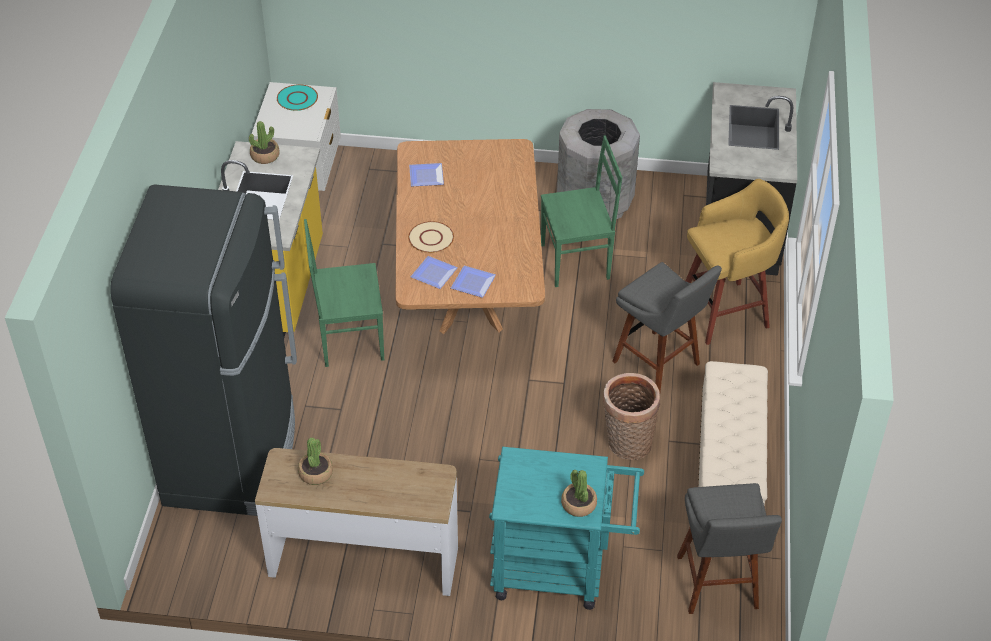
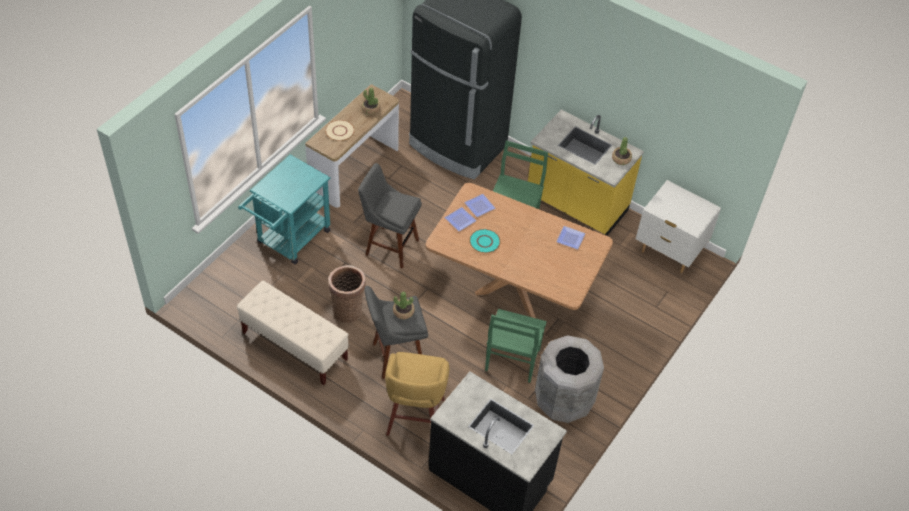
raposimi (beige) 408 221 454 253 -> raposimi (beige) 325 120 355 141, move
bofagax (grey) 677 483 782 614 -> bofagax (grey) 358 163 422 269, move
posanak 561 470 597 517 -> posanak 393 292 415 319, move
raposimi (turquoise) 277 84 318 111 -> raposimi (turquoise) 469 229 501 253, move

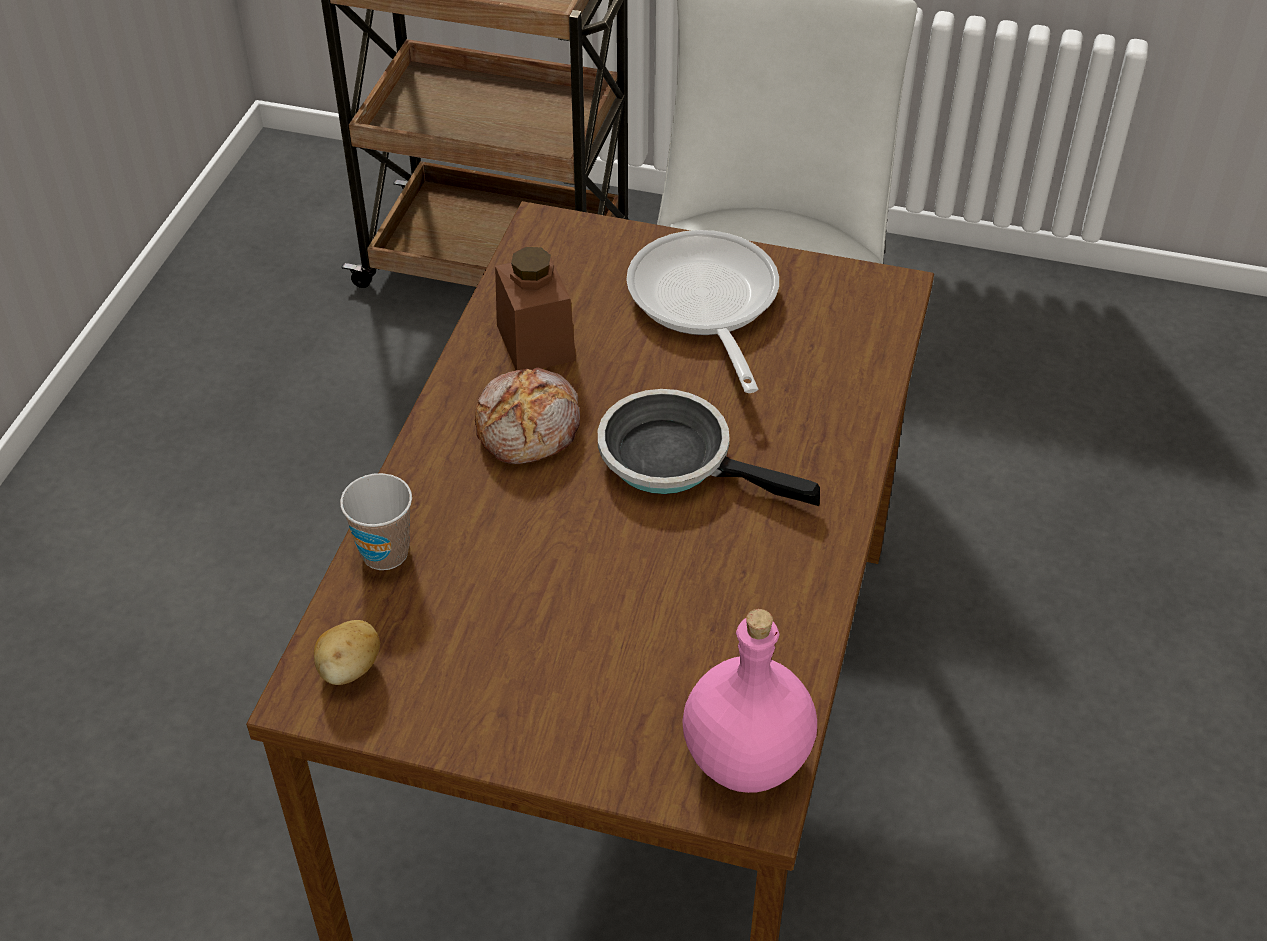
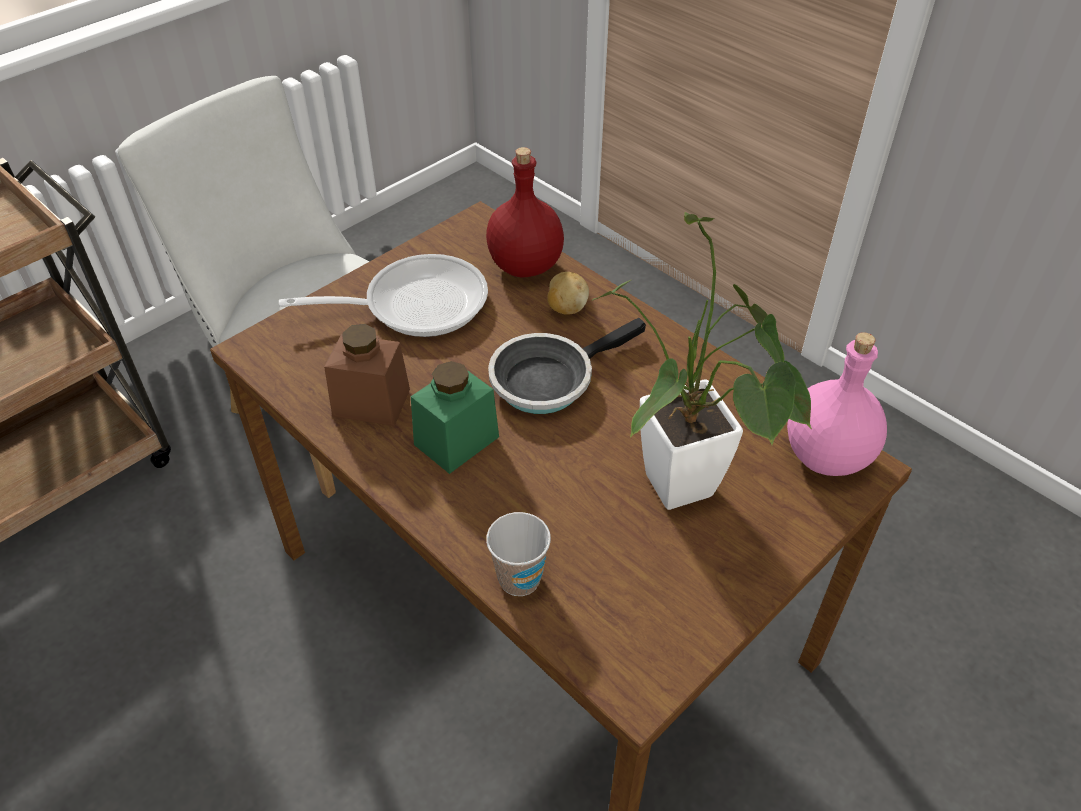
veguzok 626 230 779 393 -> veguzok 279 254 488 337, 150 degrees clockwise
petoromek 475 367 580 464 -> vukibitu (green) 411 361 499 474
none -> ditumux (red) 486 147 564 277
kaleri 314 620 380 685 -> kaleri 547 272 589 315, move
none -> posanak 592 212 812 510

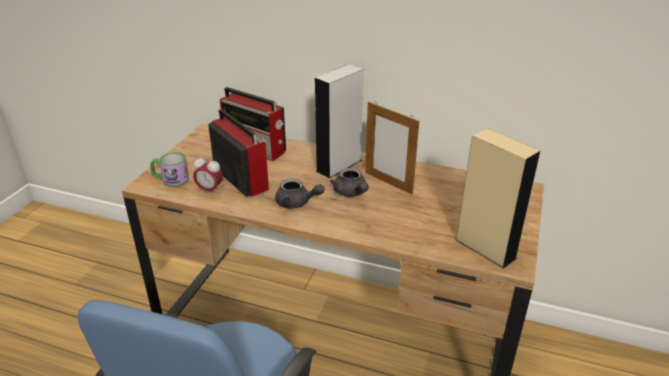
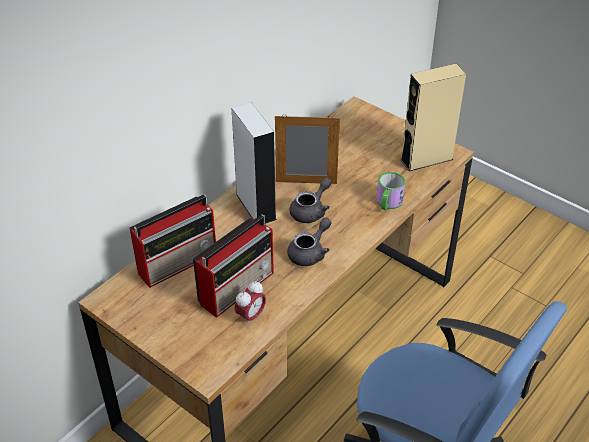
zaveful 208 109 269 197 -> zaveful 193 214 274 318, 150 degrees clockwise
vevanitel 365 102 419 195 -> vevanitel 275 114 340 184, 150 degrees counterclockwise
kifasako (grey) 330 168 369 197 -> kifasako (grey) 290 177 332 223, 45 degrees counterclockwise
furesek 150 152 189 187 -> furesek 376 172 406 210, move

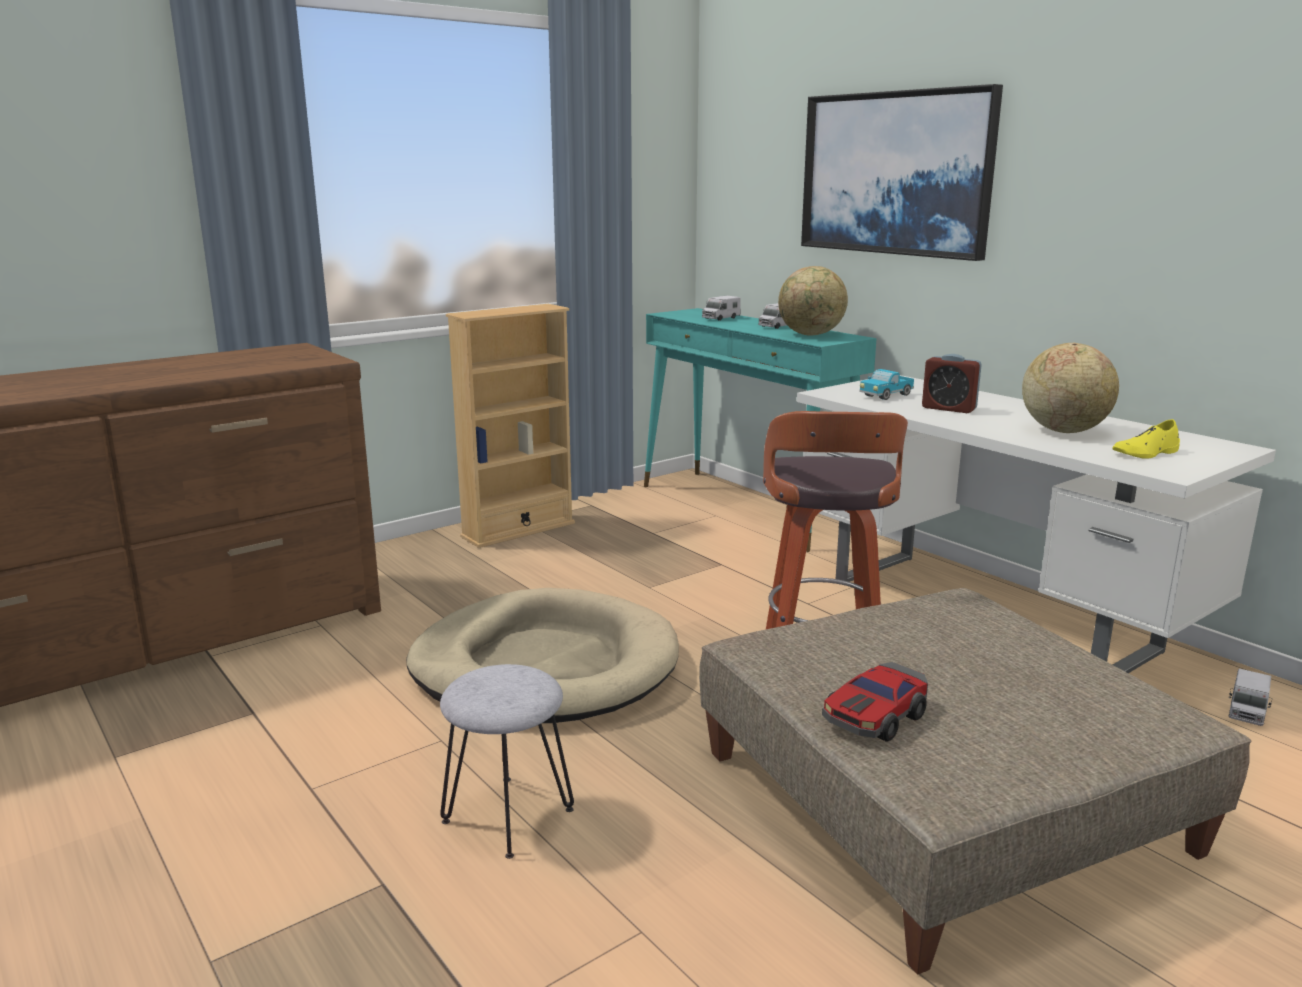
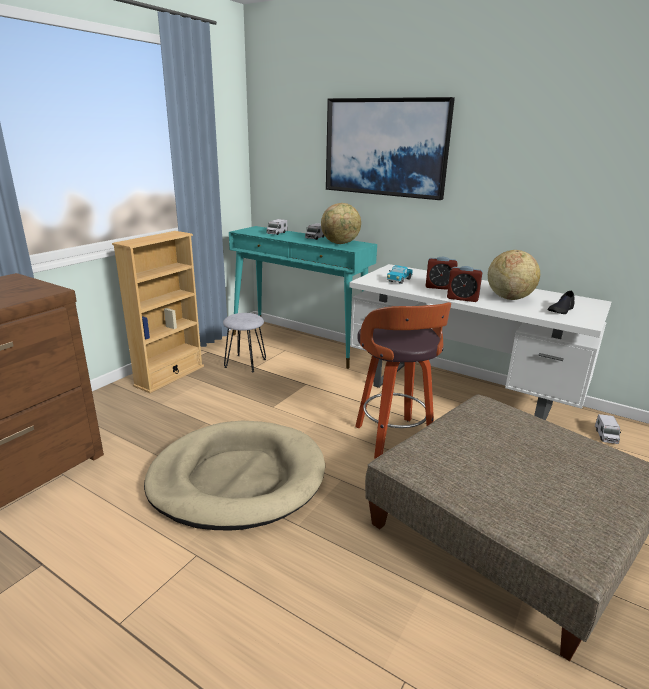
bofagax (grey) 440 664 574 859 -> bofagax (grey) 223 313 266 372, move
none -> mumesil 447 266 483 302
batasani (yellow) 1112 419 1180 459 -> batasani (black) 548 291 575 314
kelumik 822 662 928 742 -> none

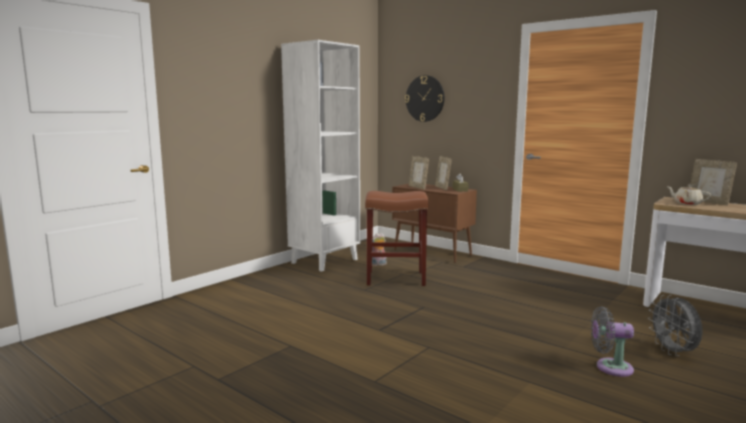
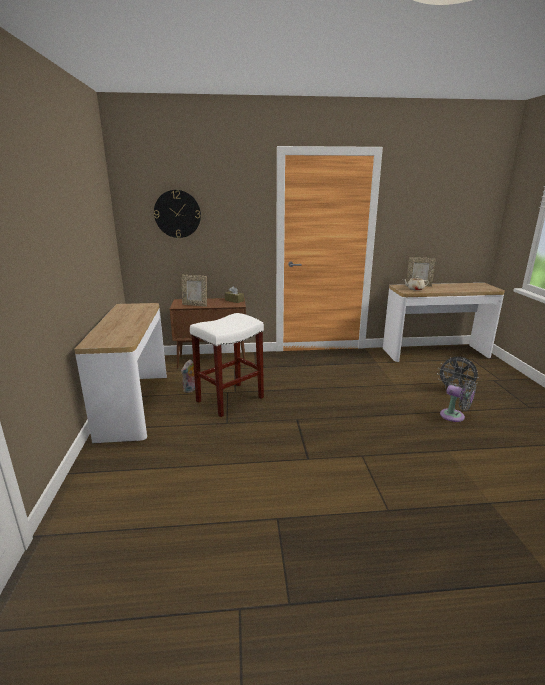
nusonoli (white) 281 40 360 272 -> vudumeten 74 303 167 443
bofagax (brown) 365 191 429 286 -> bofagax (white) 190 313 264 417
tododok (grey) 591 307 634 377 -> tododok (grey) 440 380 476 422, 105 degrees counterclockwise
vevanitel 435 156 452 190 -> none

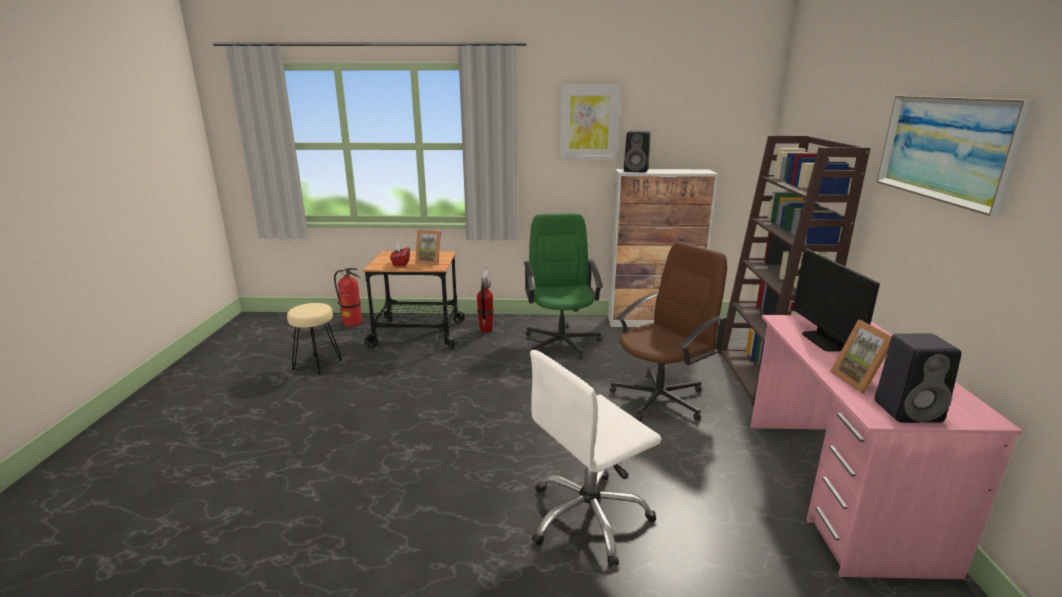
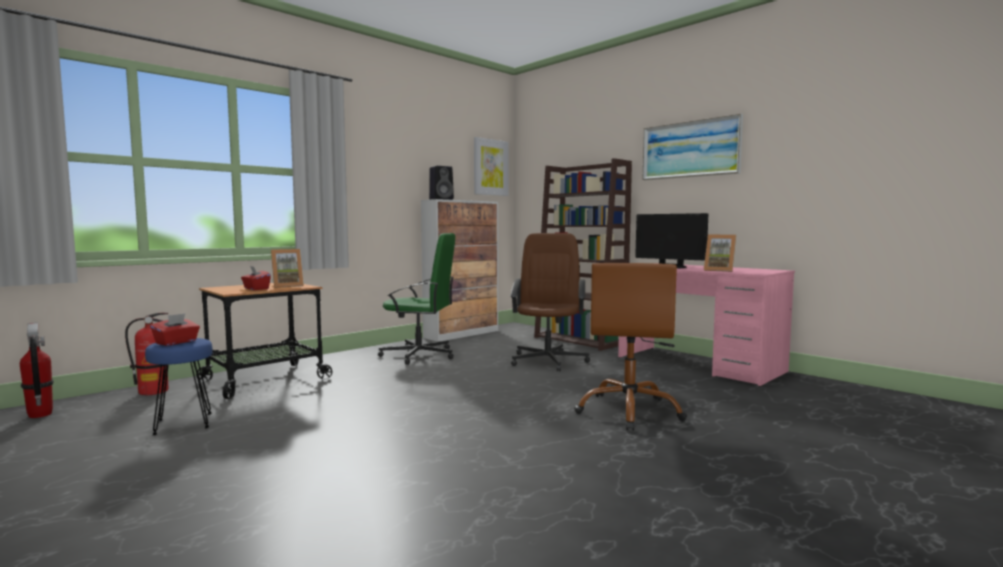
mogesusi 477 268 494 333 -> mogesusi 20 323 54 418, move
bofagax (beige) 287 303 342 375 -> bofagax (blue) 145 338 213 436
none -> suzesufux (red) 150 313 200 346
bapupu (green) 524 213 603 360 -> bapupu (green) 378 233 455 365, 150 degrees clockwise
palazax 560 85 621 159 -> palazax 474 137 509 196, move
bapupu (white) 530 350 661 567 -> bapupu (brown) 574 263 687 431
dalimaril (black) 874 333 961 423 -> none

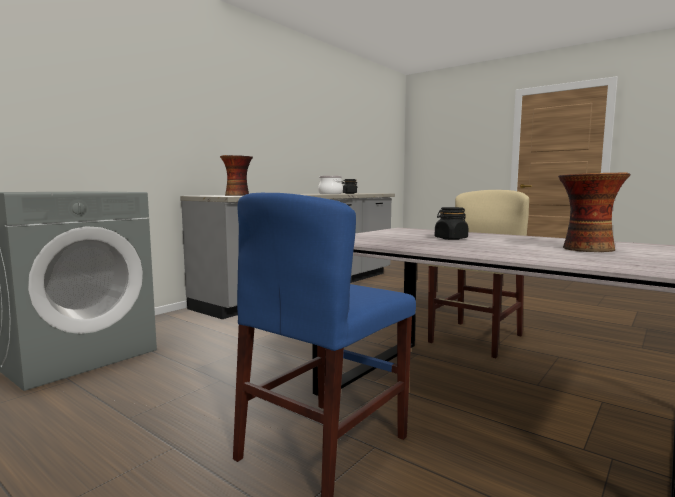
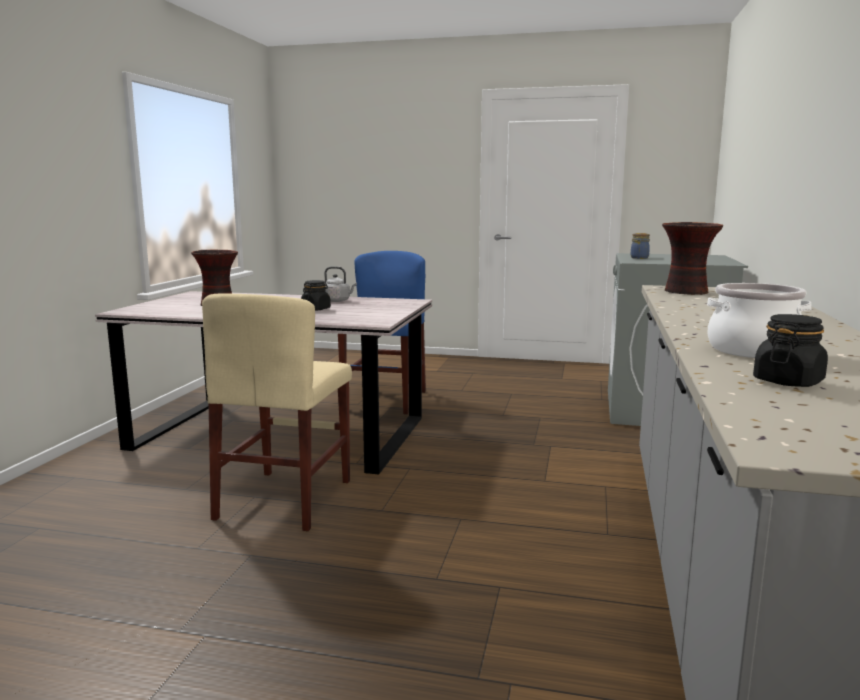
none -> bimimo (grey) 324 266 357 302
none -> vukibitu 631 233 650 259

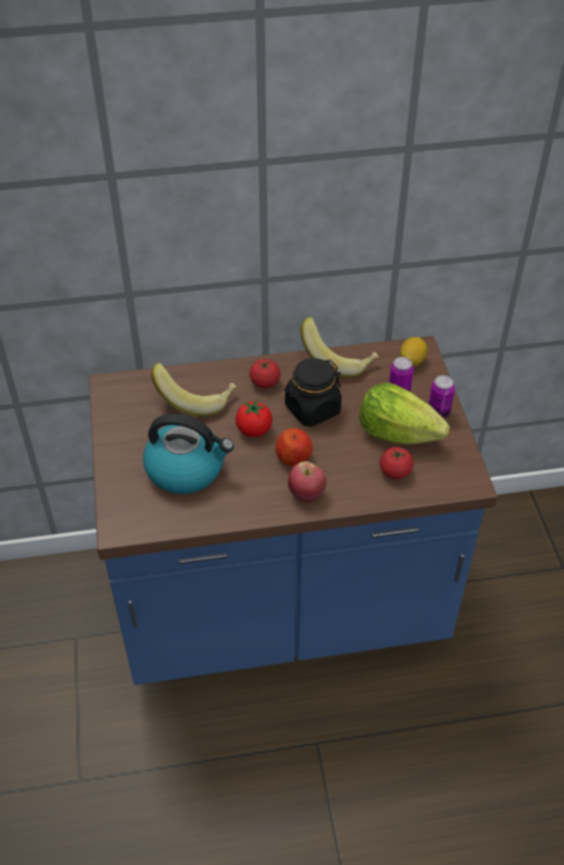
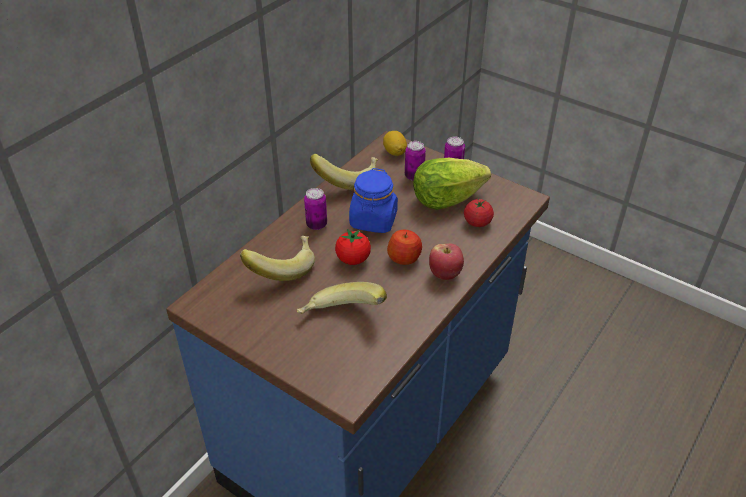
bimimo 143 414 234 494 -> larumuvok 297 282 387 314
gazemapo 249 357 281 388 -> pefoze 304 188 327 230
vukibitu (black) 285 358 342 427 -> vukibitu (blue) 349 168 398 233

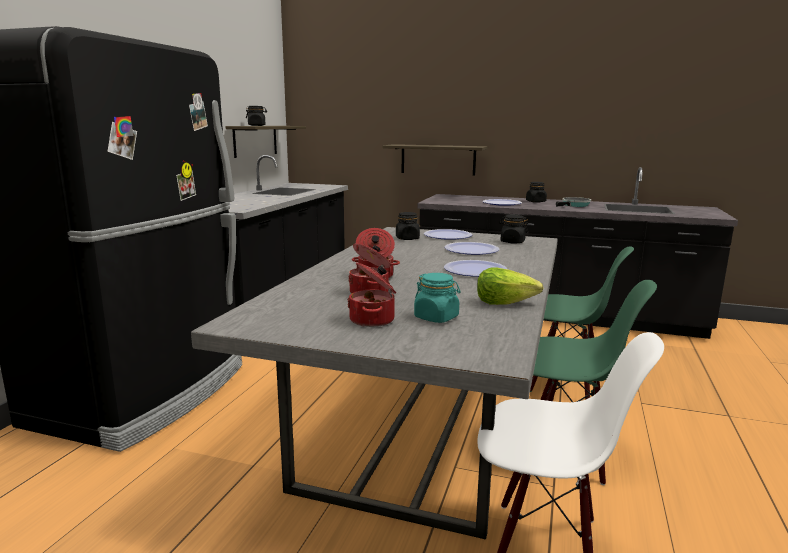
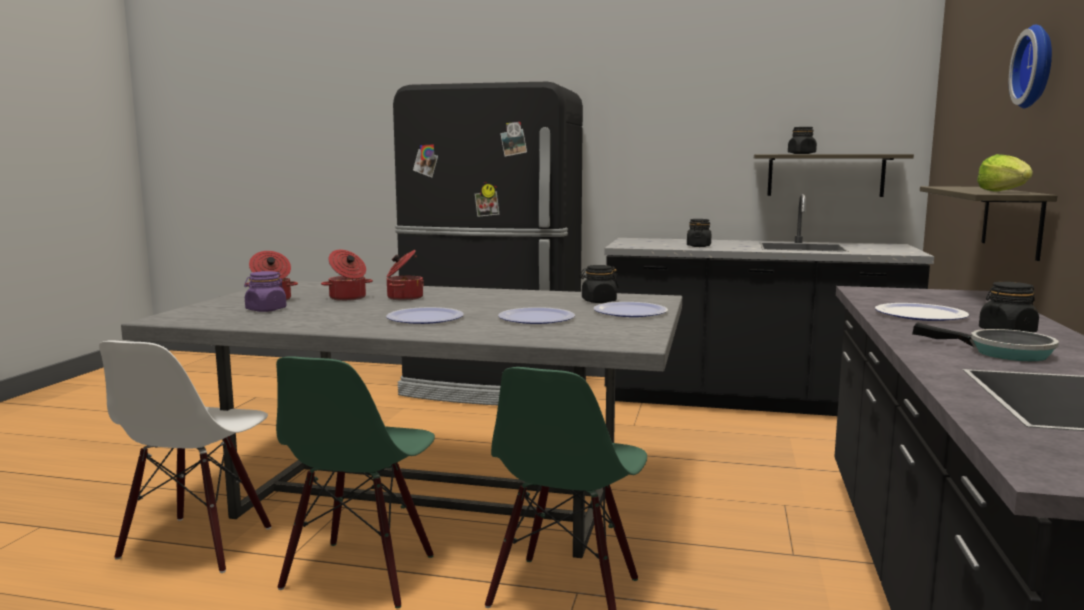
vukibitu (turquoise) 414 273 461 323 -> vukibitu (purple) 244 271 287 312
vukibitu (black) 499 215 528 244 -> vukibitu (black) 687 219 711 247, move
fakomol 477 268 543 305 -> fakomol 977 154 1033 192, move
none -> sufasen 1009 24 1052 108

